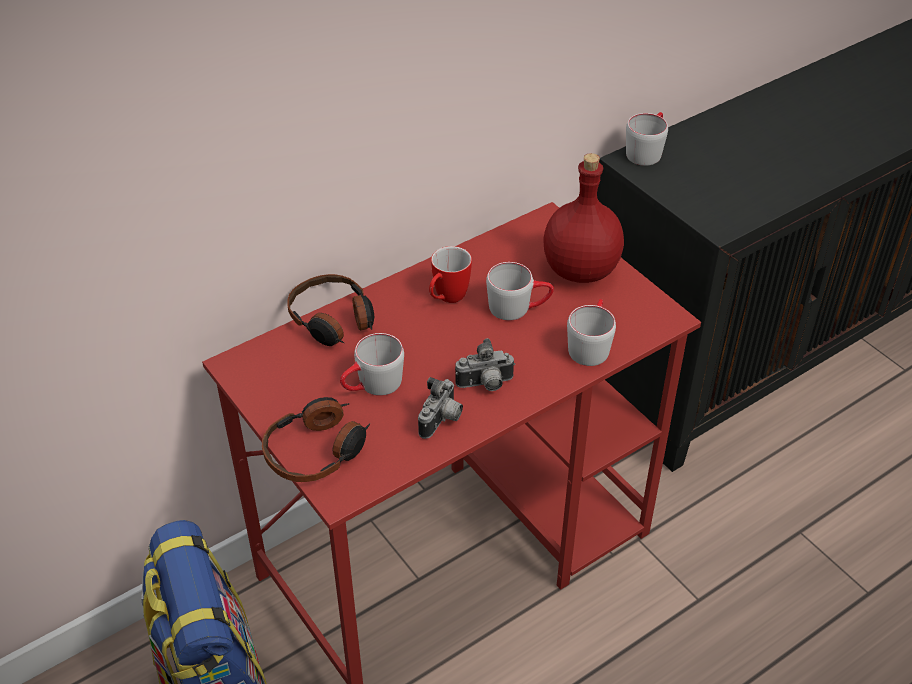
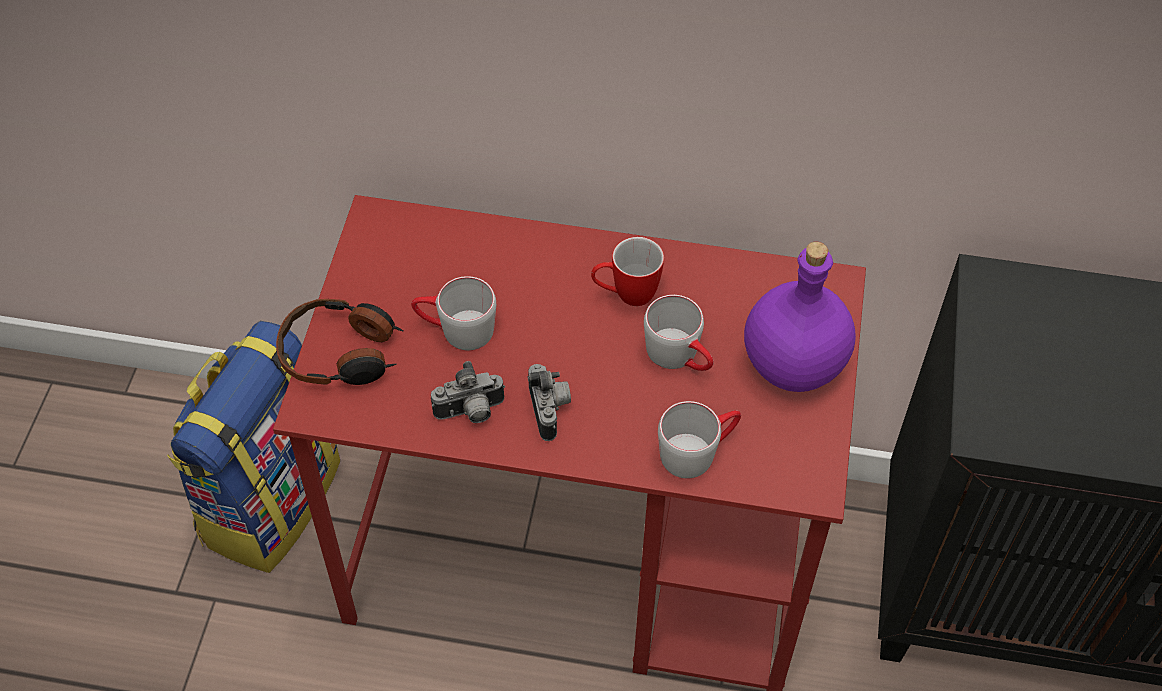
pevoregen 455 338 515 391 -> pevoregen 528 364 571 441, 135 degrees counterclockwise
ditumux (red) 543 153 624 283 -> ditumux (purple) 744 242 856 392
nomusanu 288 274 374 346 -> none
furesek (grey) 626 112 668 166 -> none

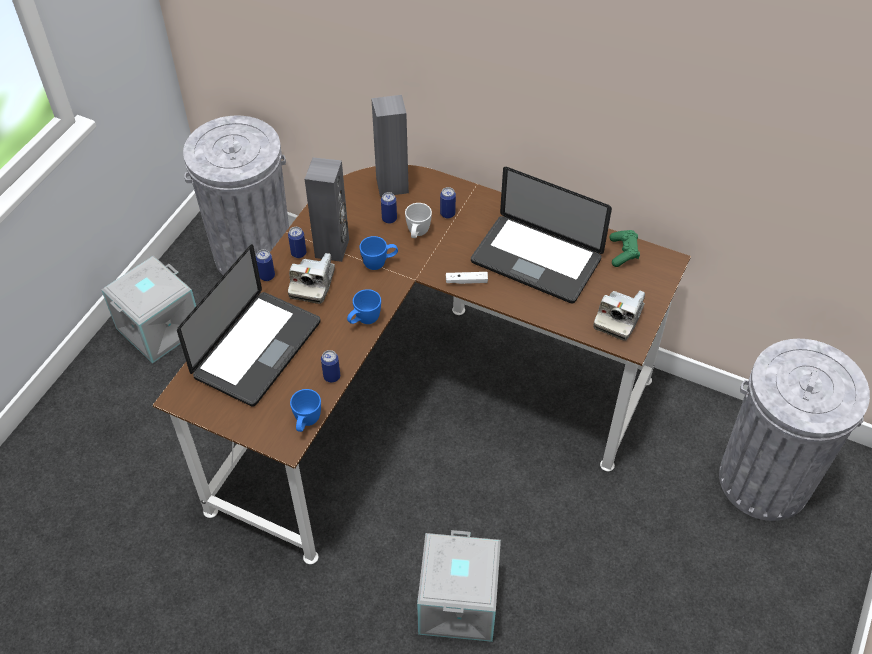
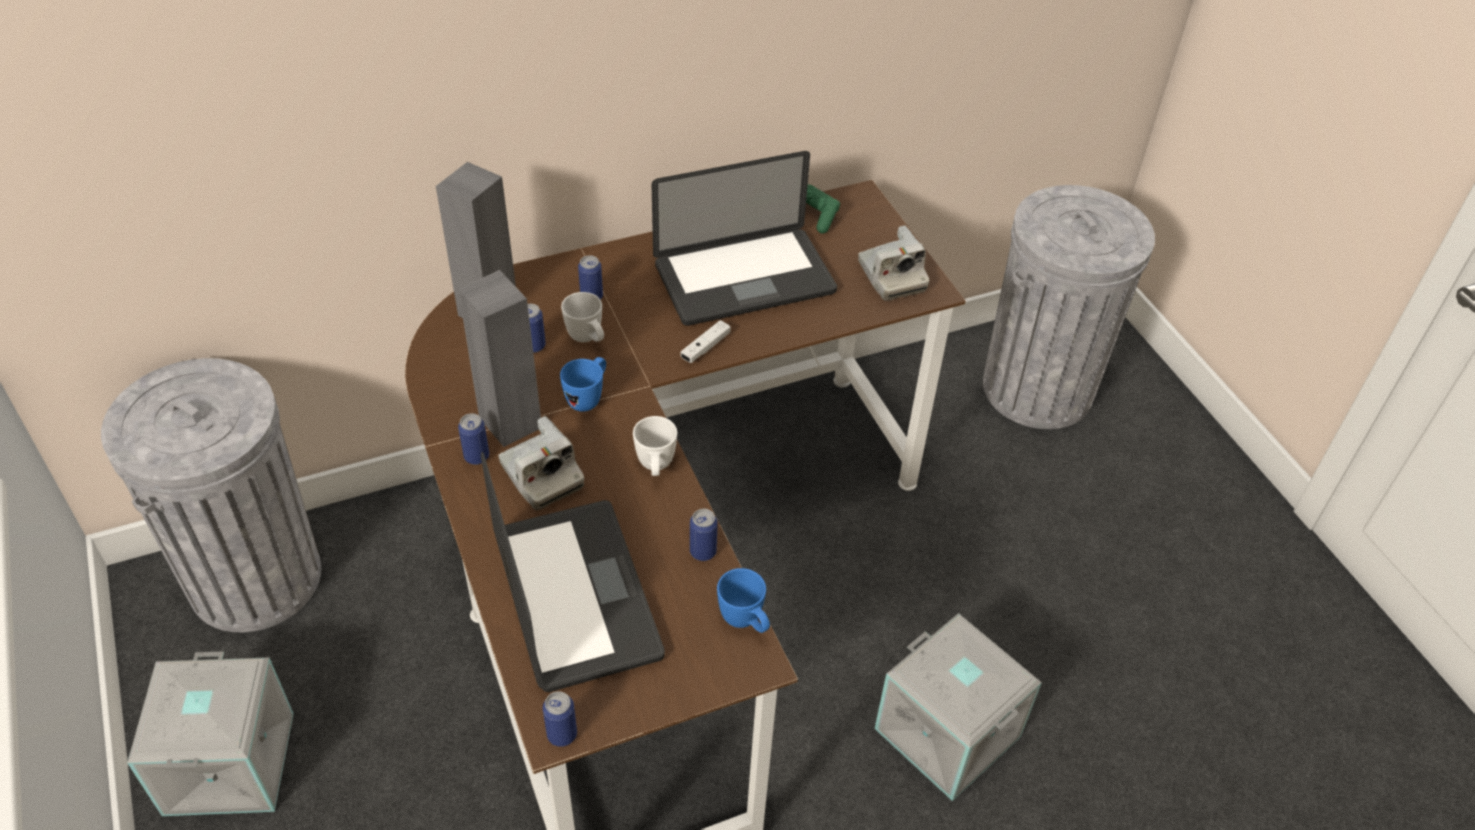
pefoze 256 249 275 281 -> pefoze 543 691 577 747, move
furesek (blue) 347 289 381 324 -> furesek (white) 633 416 677 476

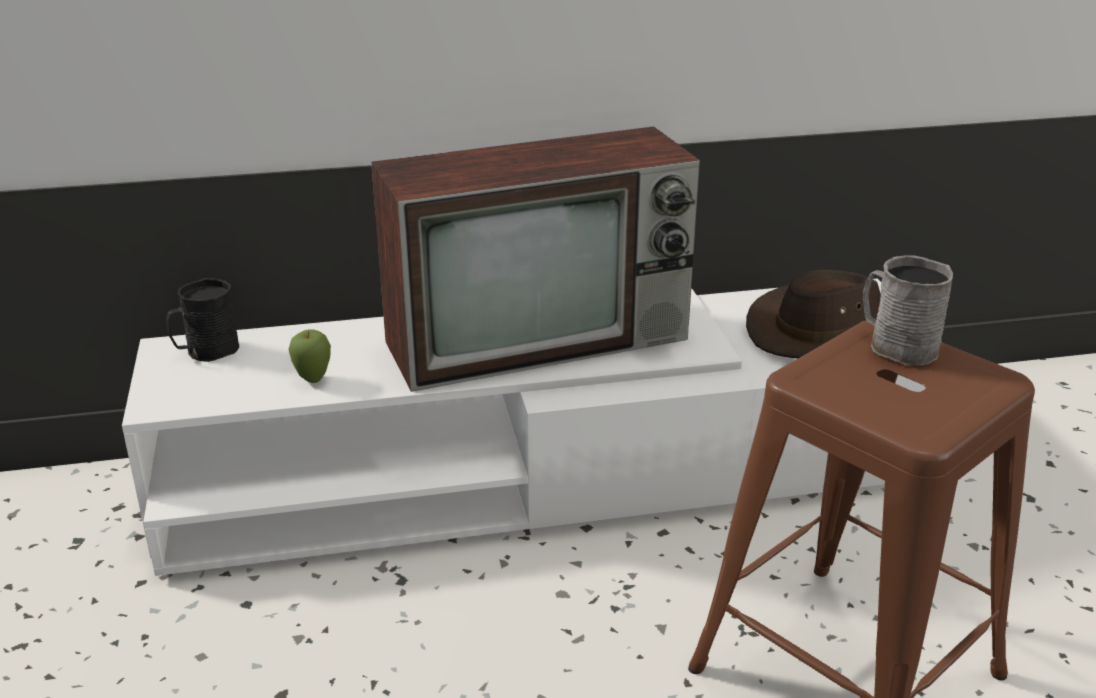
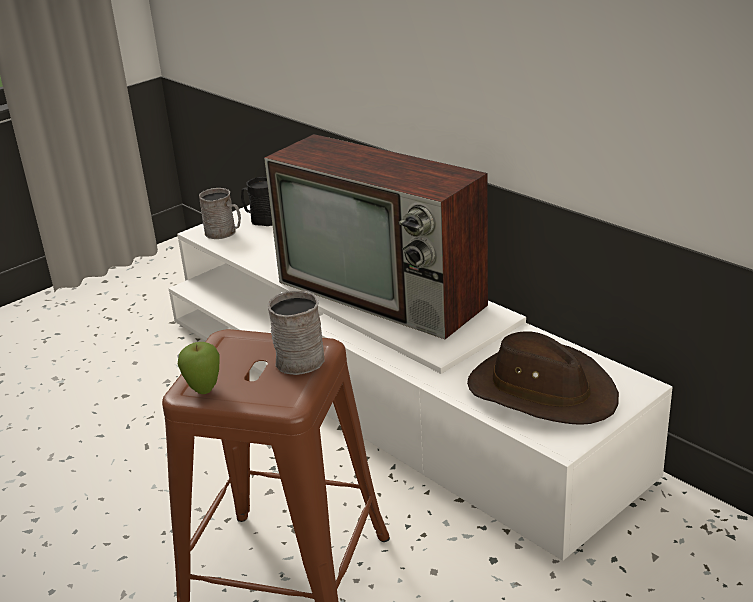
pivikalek 288 329 331 383 -> pivikalek 178 342 220 394, move
none -> furesek (grey) 199 188 241 239

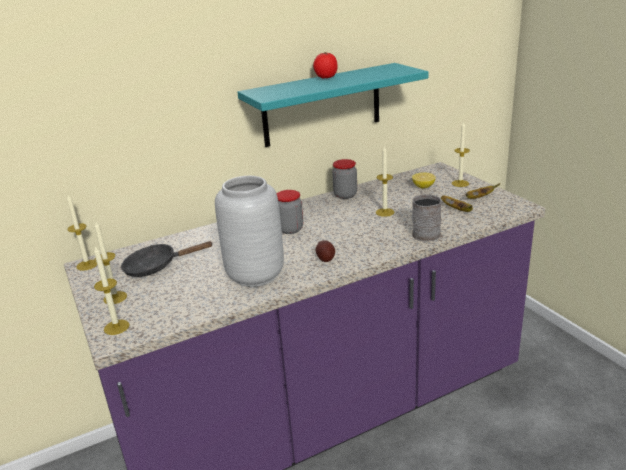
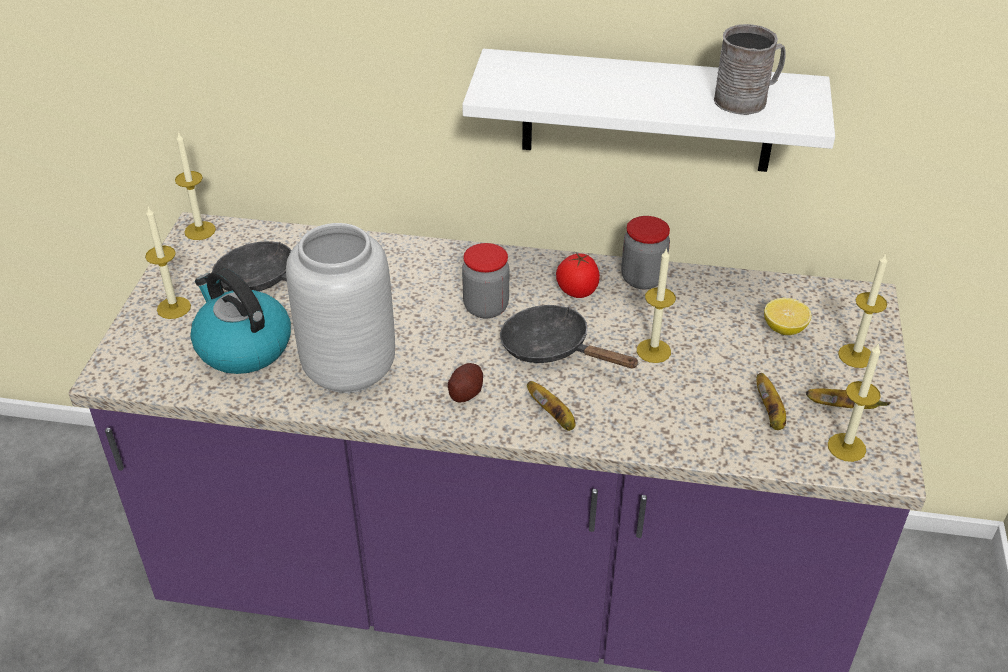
none -> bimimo 190 268 291 374
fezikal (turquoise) 237 63 429 147 -> fezikal (white) 462 49 835 172
none -> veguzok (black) 500 305 639 368
none -> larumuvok 527 381 576 431
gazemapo 313 52 338 78 -> gazemapo 556 253 600 298, move
furesek (grey) 412 195 442 242 -> furesek (grey) 714 24 786 115, move
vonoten 94 246 130 335 -> vonoten 828 343 881 462, move

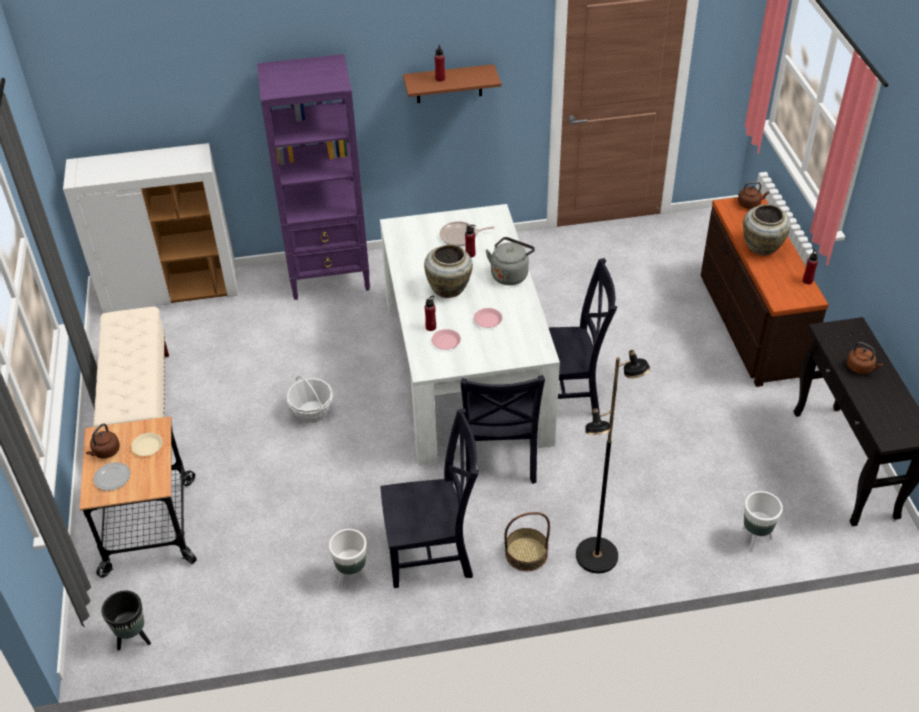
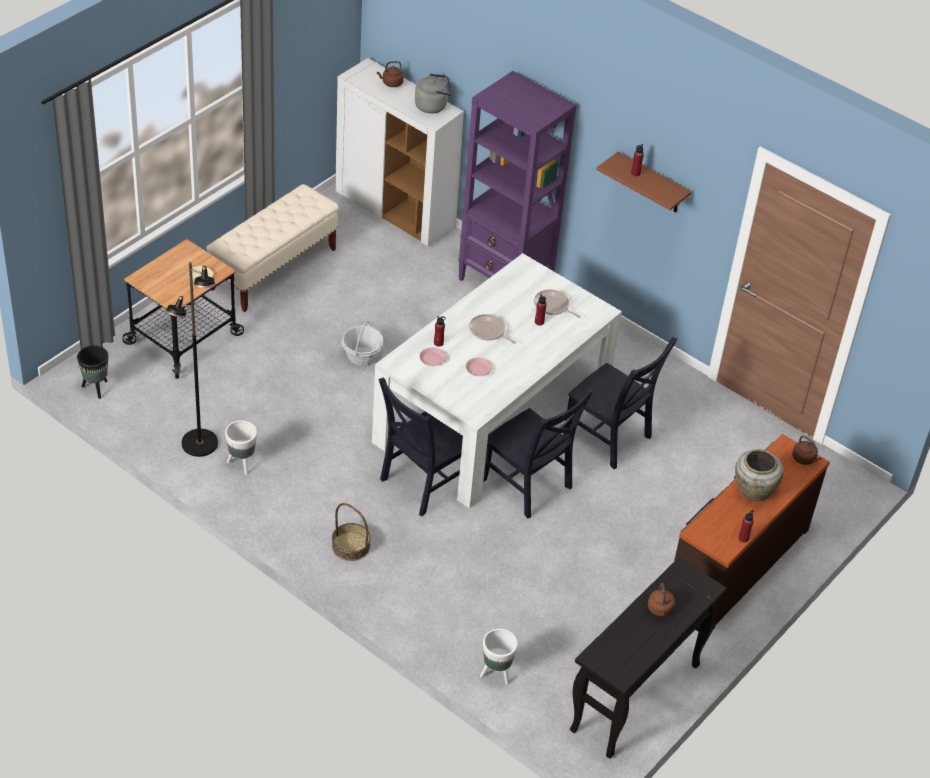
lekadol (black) 576 350 650 573 -> lekadol (black) 166 262 218 457, move
bimimo (brown) 86 423 120 459 -> bimimo (brown) 377 61 404 87, move
bimimo (grey) 486 237 535 285 -> bimimo (grey) 415 74 452 114, move
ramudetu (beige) 424 244 473 298 -> veguzok 469 314 516 344
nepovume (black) 380 408 479 588 -> nepovume (black) 563 337 678 469, move
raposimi 93 462 130 491 -> none

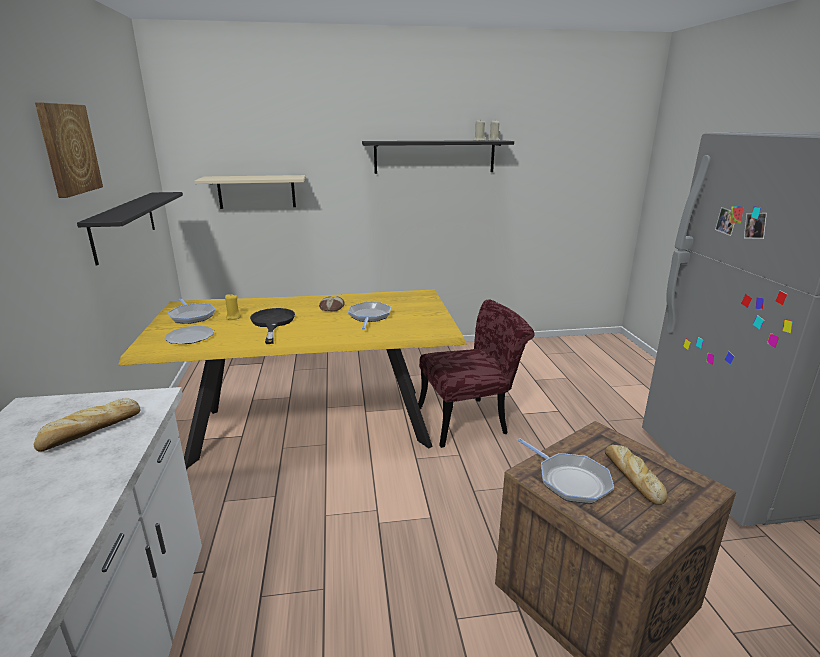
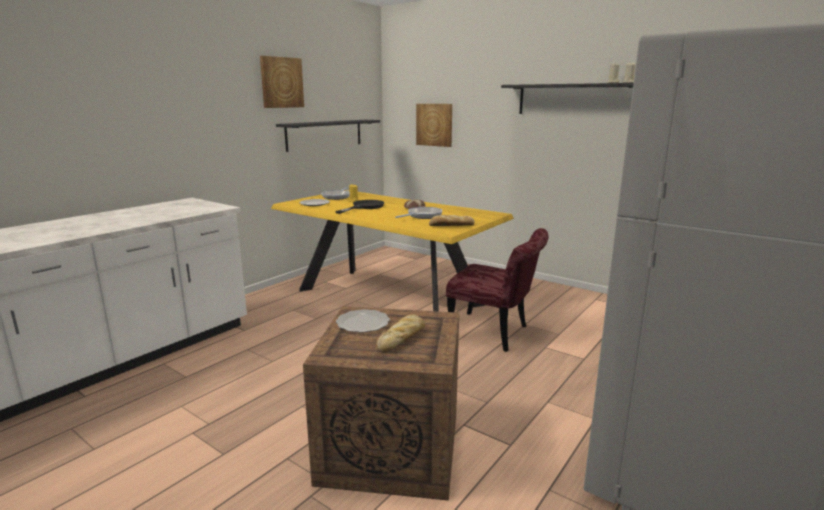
veguzok 517 438 614 504 -> raposimi 336 309 390 333
fezikal (beige) 194 175 305 209 -> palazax 416 104 452 147
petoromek 34 399 140 452 -> petoromek 429 215 475 226, move

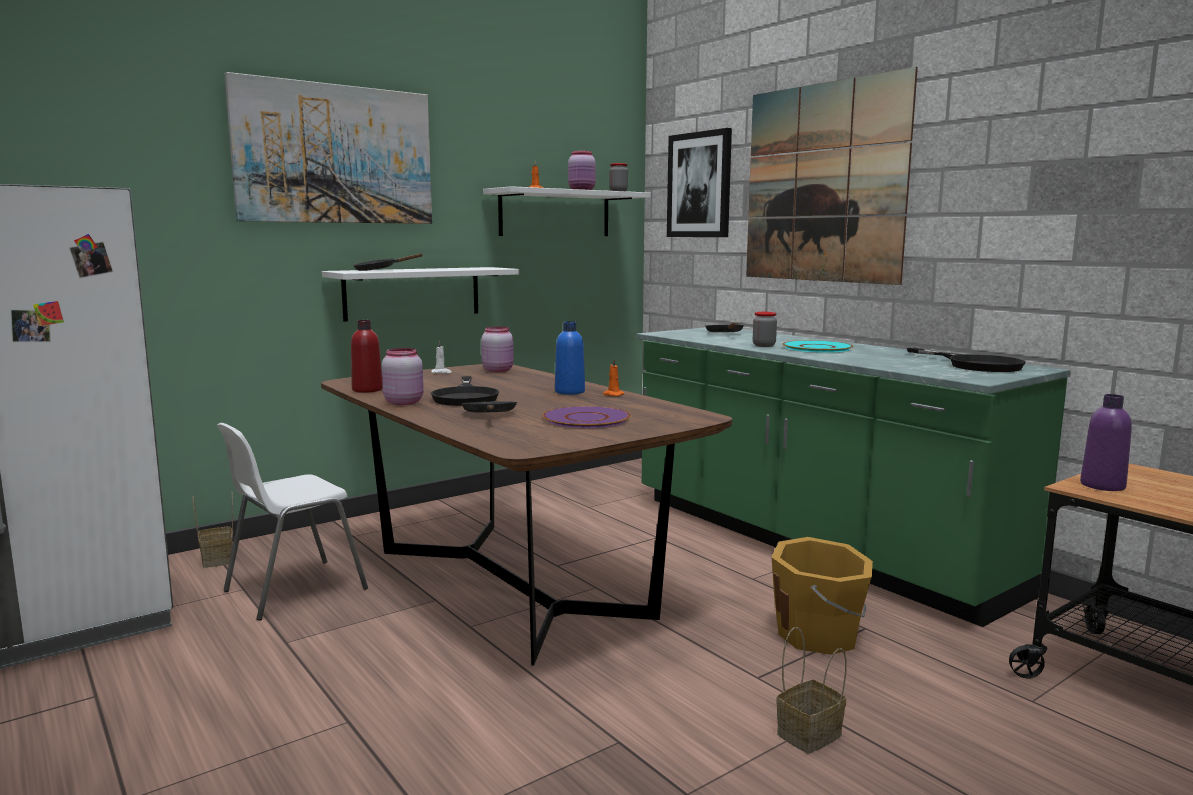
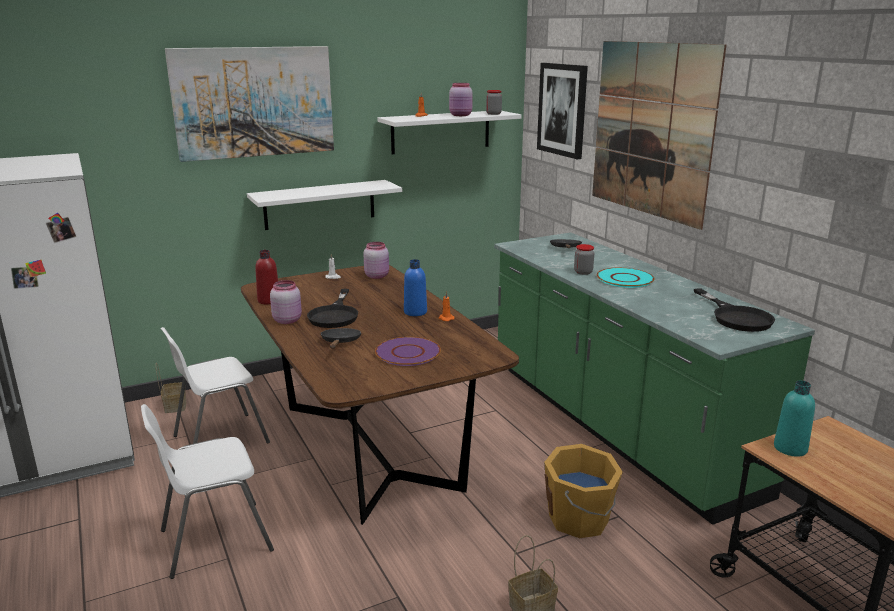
none -> nepovume (white) 141 404 274 579
ditumux (purple) 1080 394 1132 491 -> ditumux (turquoise) 774 380 815 457
veguzok (black) 353 253 422 271 -> none

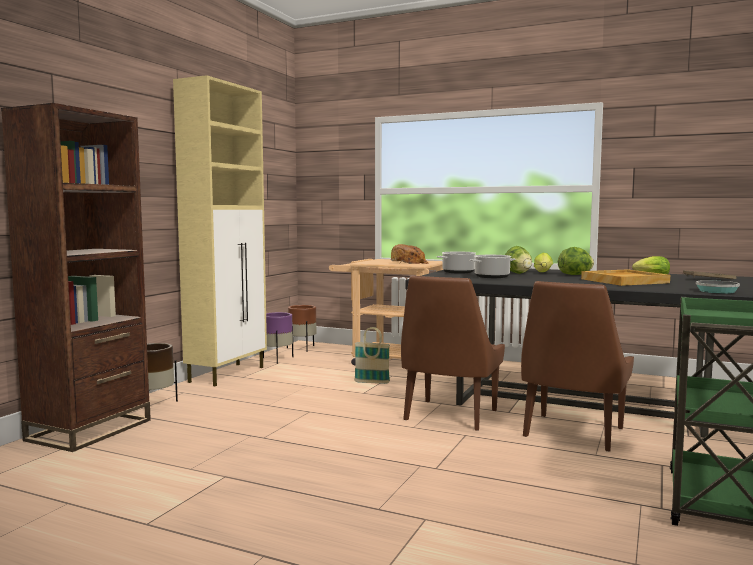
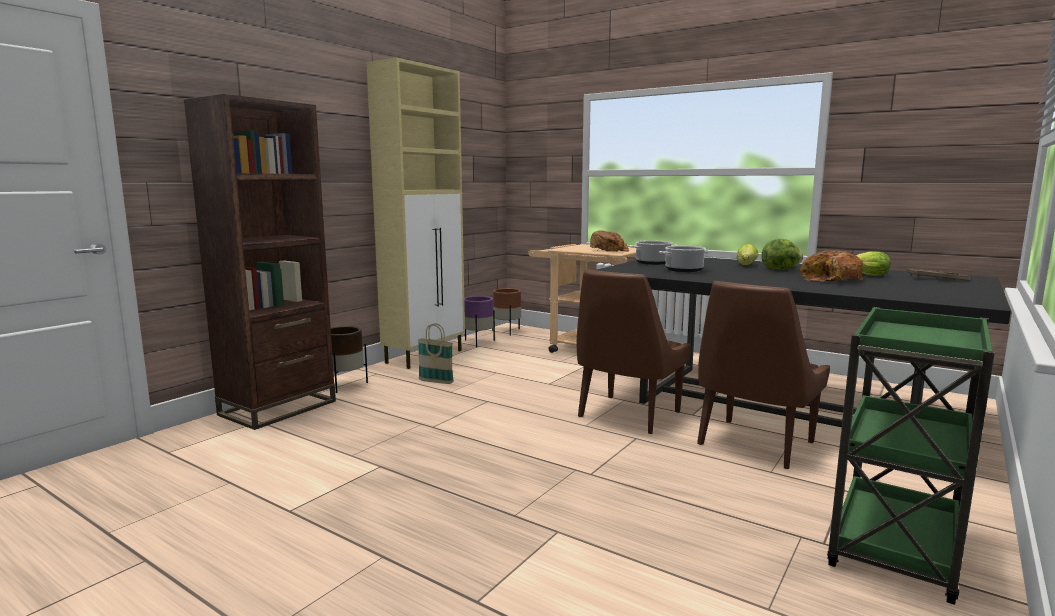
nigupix 354 327 390 384 -> nigupix 418 323 454 384, move
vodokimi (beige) 581 269 670 286 -> petoromek 800 250 863 282
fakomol 505 246 532 274 -> none
veguzok 696 277 740 294 -> none

